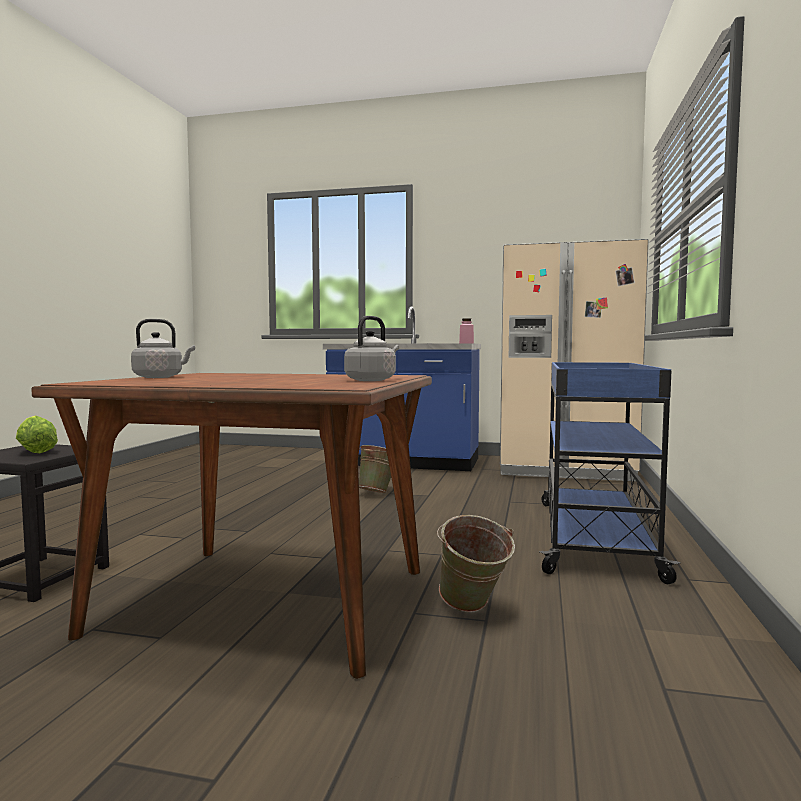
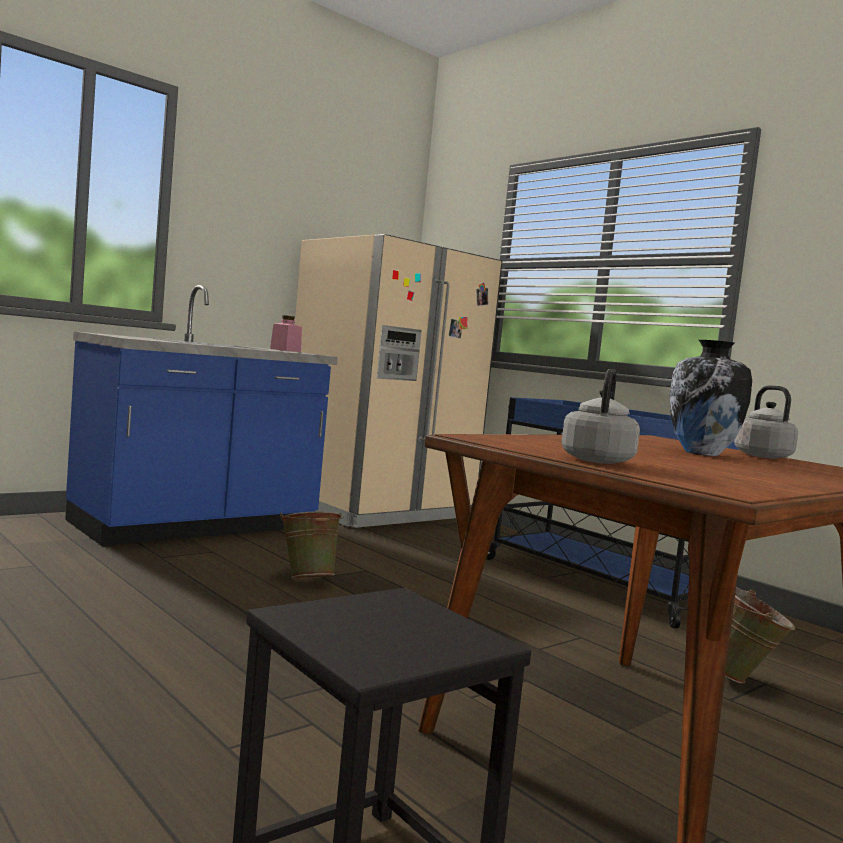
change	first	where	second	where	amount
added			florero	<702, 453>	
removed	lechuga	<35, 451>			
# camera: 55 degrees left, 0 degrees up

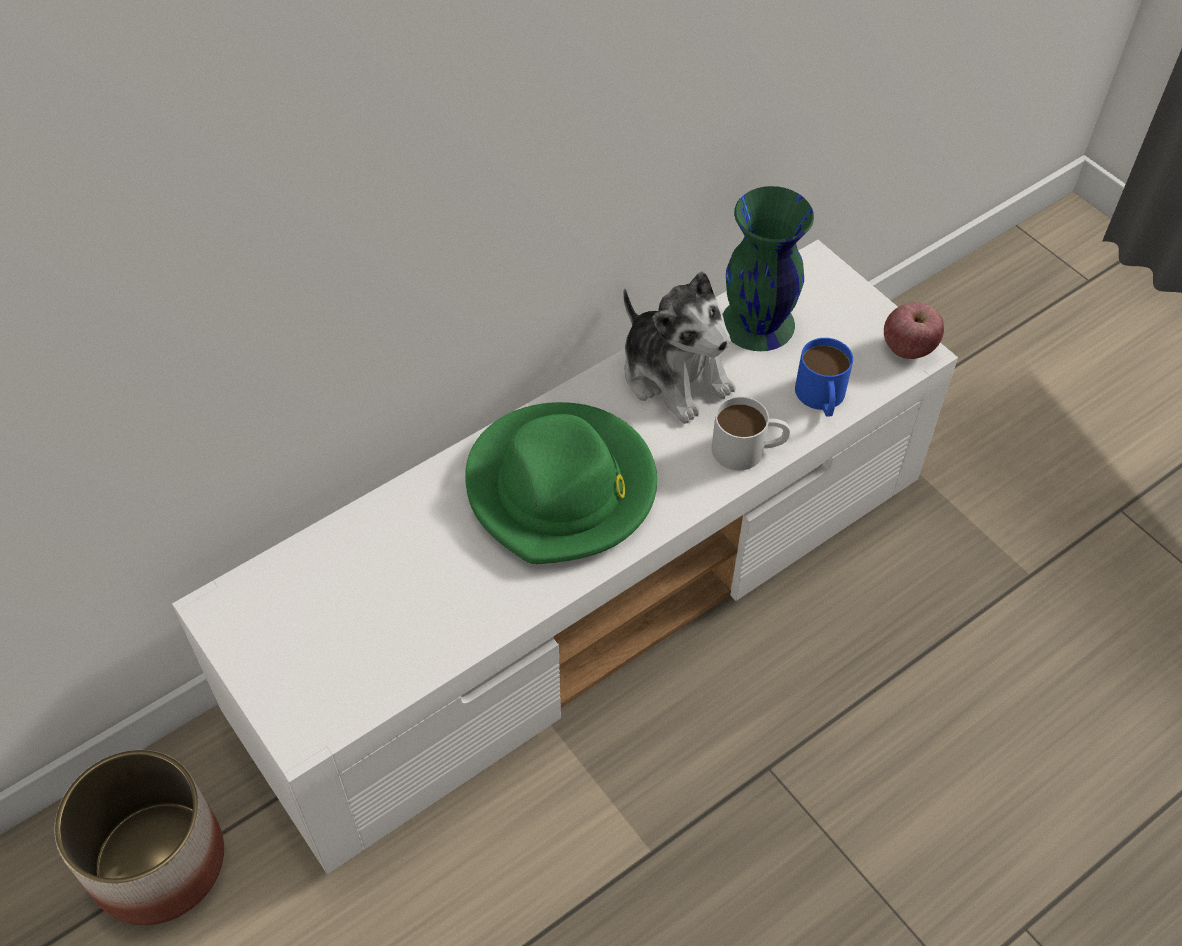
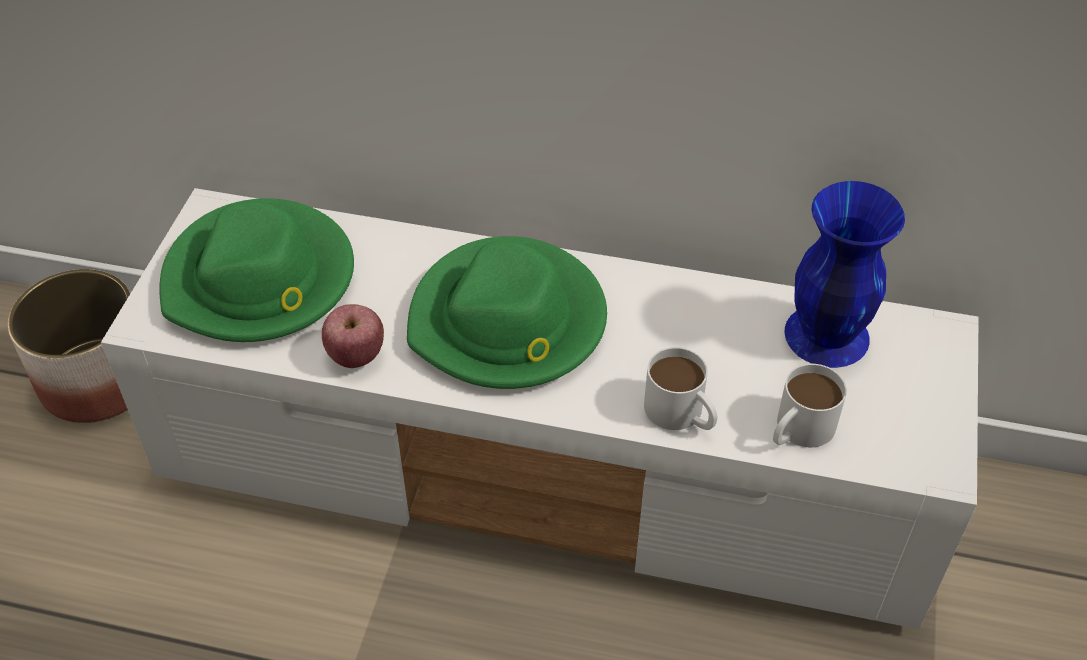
change	first	where	second	where	amount
added			sombrero [verde]	<260, 279>	
moved	manzana	<908, 348>		<356, 355>	
recoloured	taza grande [azul]	<821, 398>	taza grande [blanco]	<798, 430>	
recoloured	florero [verde]	<756, 324>	florero [azul]	<825, 334>	
removed	peluche	<674, 375>			
# camera: 50 degrees right, 5 degrees down

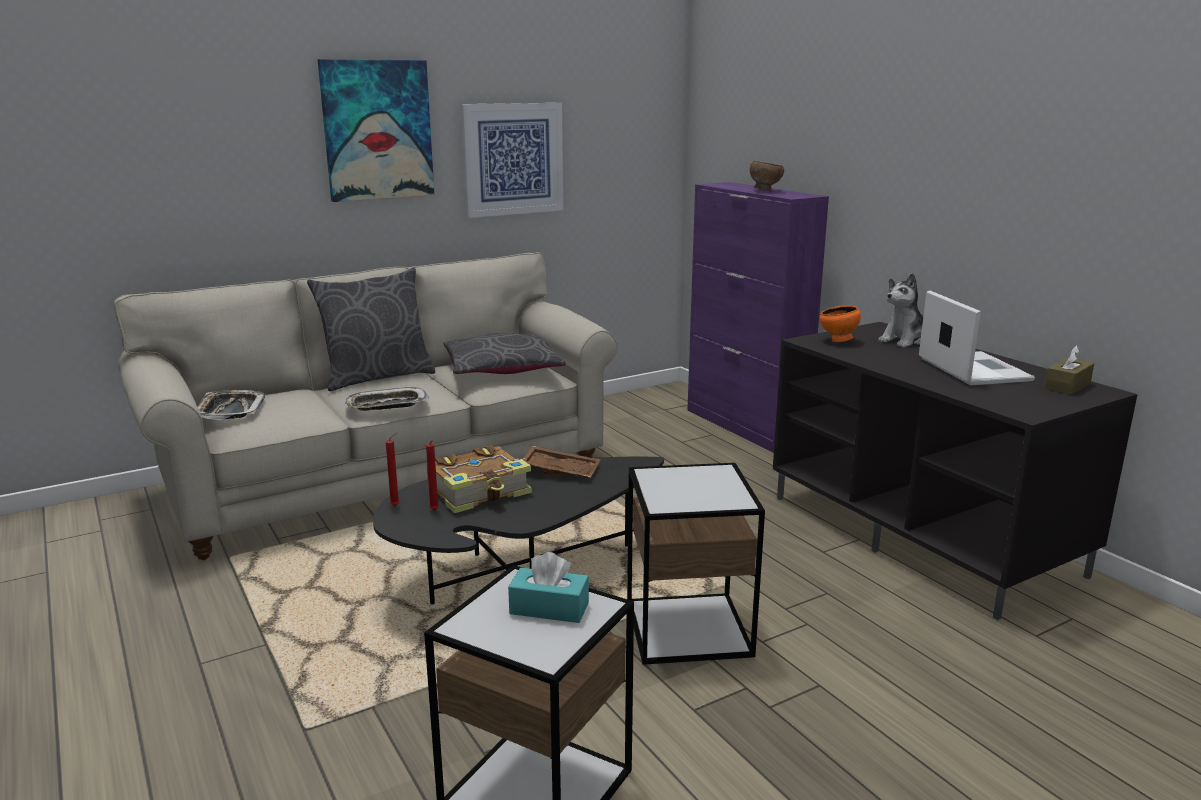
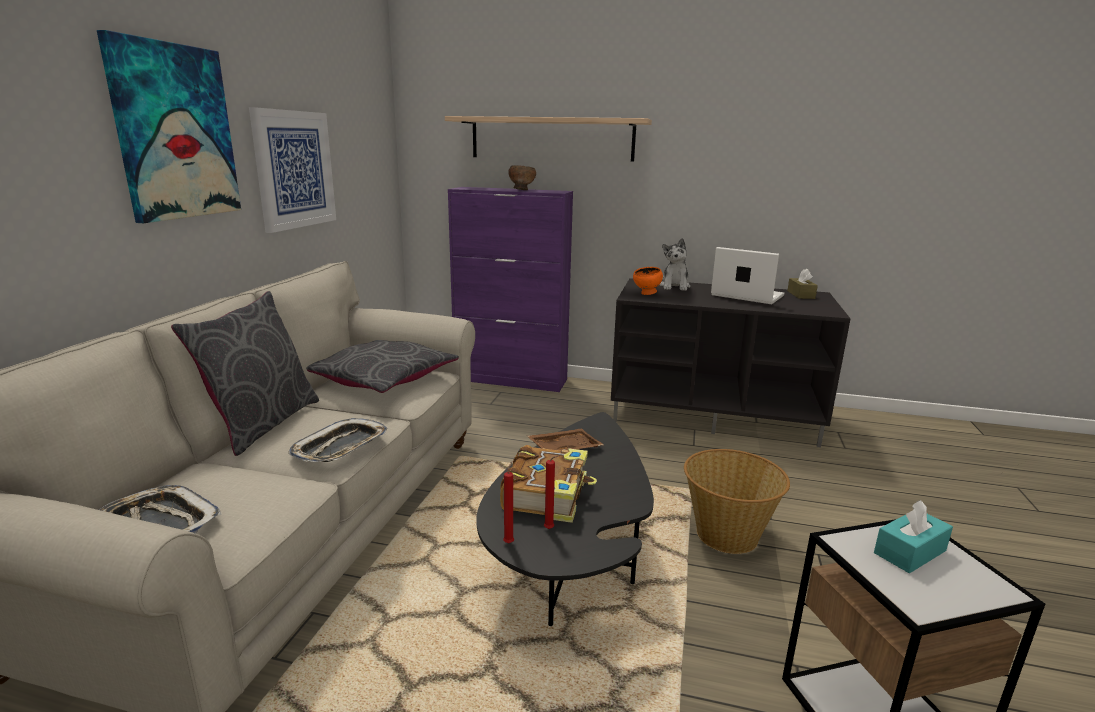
change	first	where	second	where	amount
added			estante	<551, 139>	
replaced	mesa auxiliar	<688, 628>	cesta	<727, 534>	
# camera: 45 degrees left, 0 degrees up

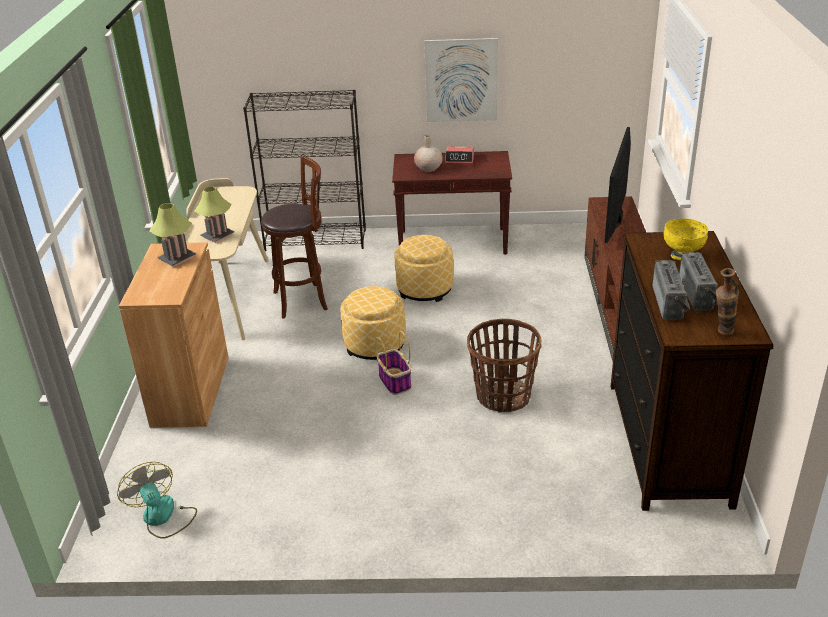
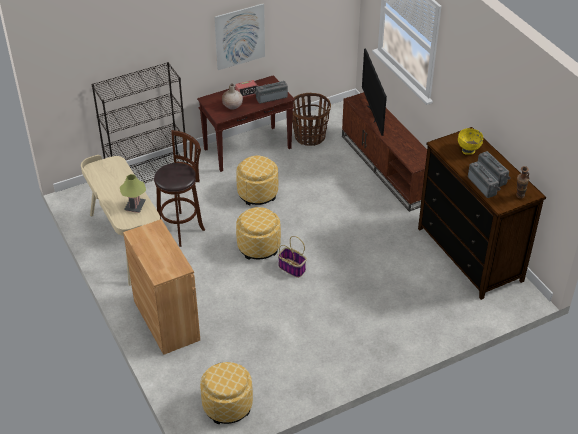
change	first	where	second	where	amount
replaced	ventilador	<163, 517>	puf	<227, 405>	
added			radio	<271, 97>	
moved	cesta	<502, 396>		<309, 137>	
removed	lámpara de mesa	<177, 259>			
# camera: 30 degrees left, 10 degrees up

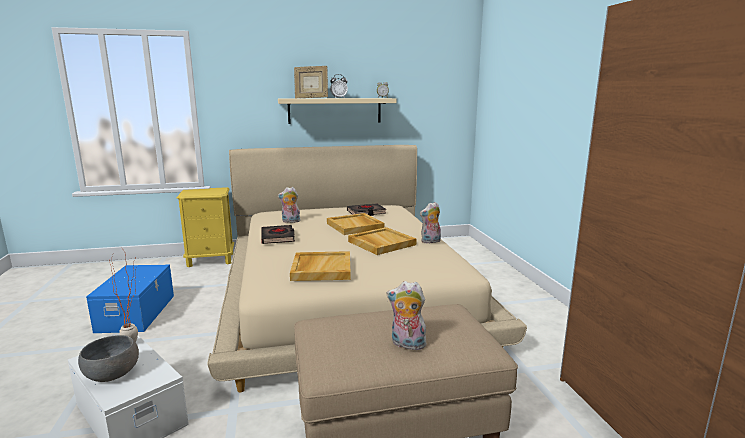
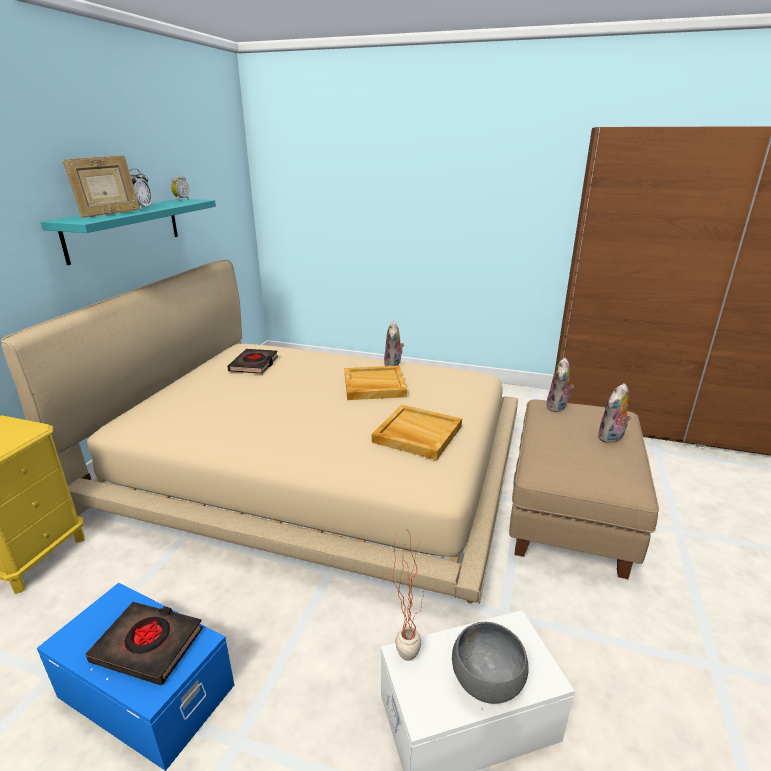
change	first	where	second	where	amount
recoloured	estante [beis]	<335, 110>	estante [turquesa]	<124, 229>	
moved	libro [negro]	<278, 237>		<148, 645>	
moved	peluche	<290, 221>		<558, 407>	
removed	bandeja [beis]	<355, 226>			
# camera: 60 degrees left, 10 degrees up

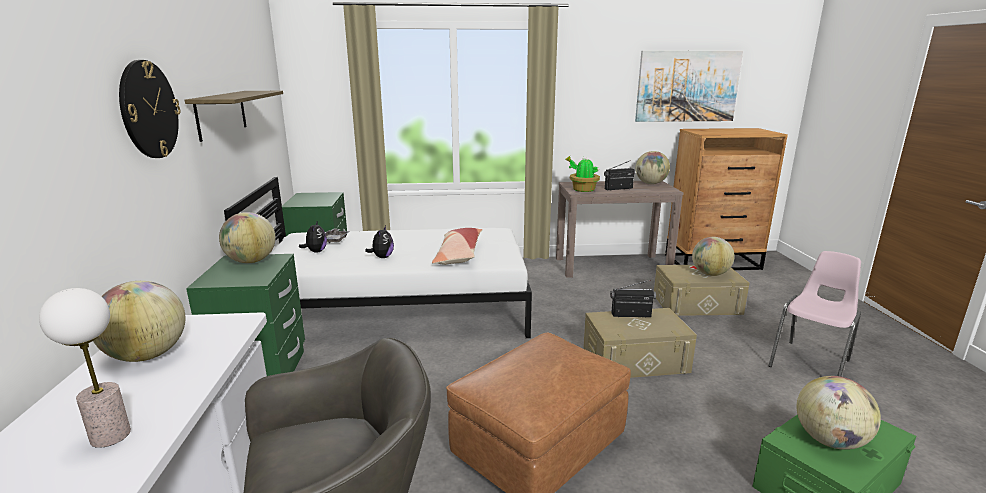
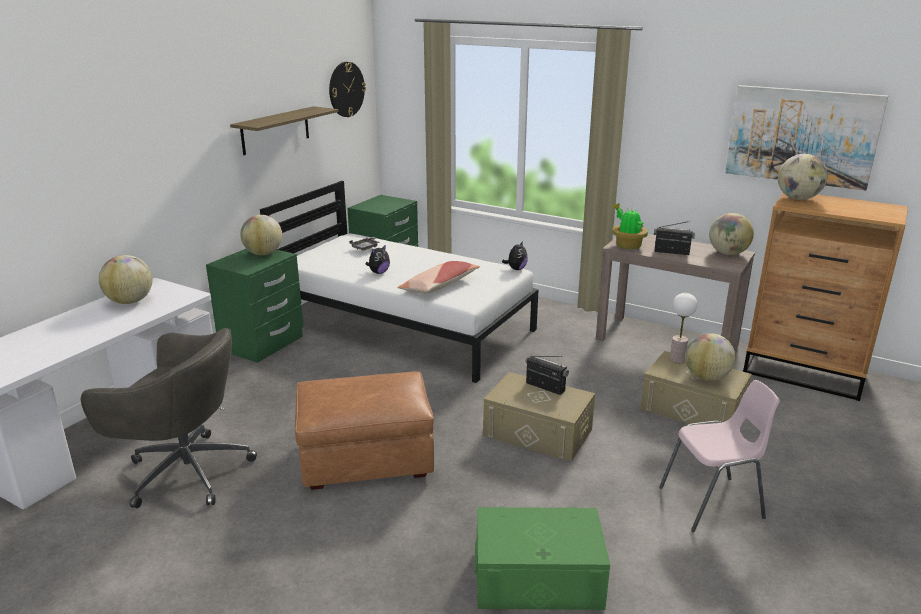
change	first	where	second	where	amount
moved	reloj de pared	<149, 110>		<346, 89>	
moved	peluche	<316, 251>		<516, 269>	
moved	lámpara de mesa	<111, 436>		<677, 359>	
moved	globo terráqueo	<830, 440>		<798, 199>	
# camera: 35 degrees right, 5 degrees up

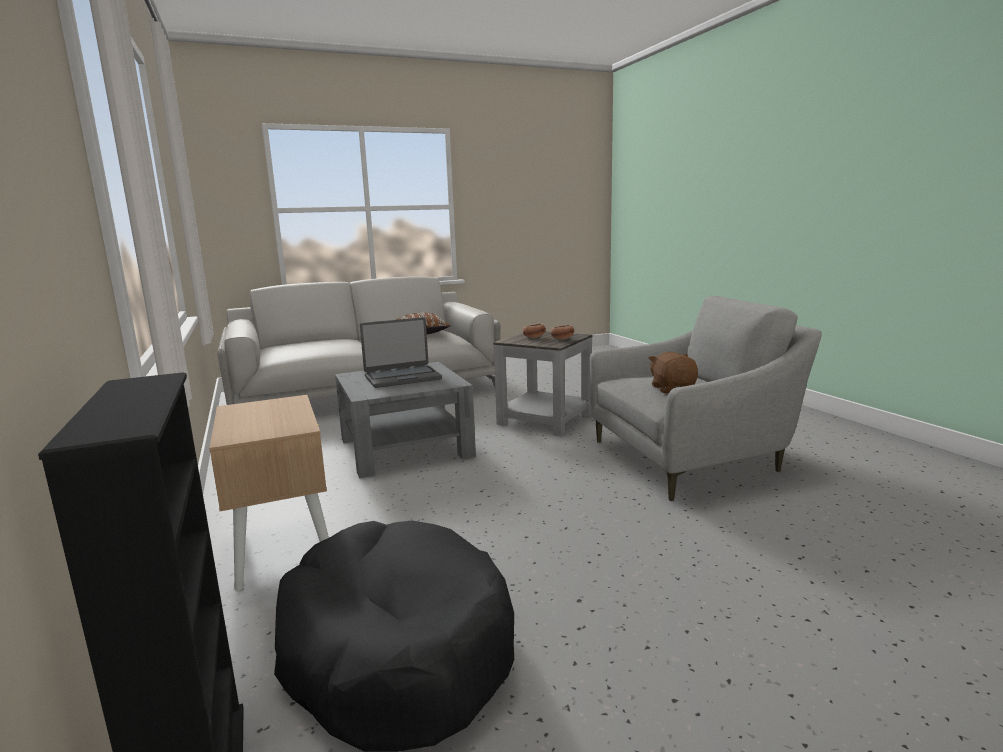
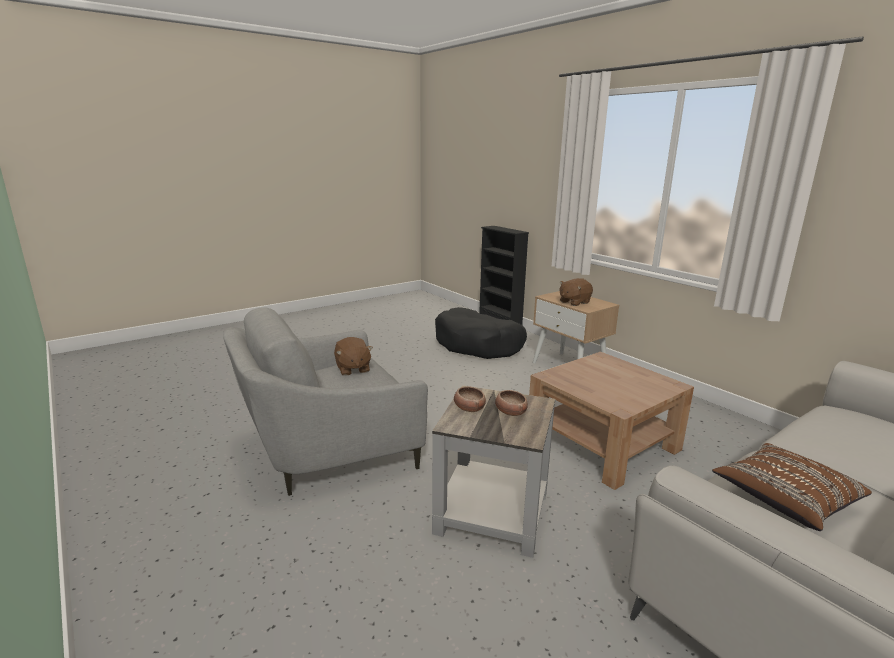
change	first	where	second	where	amount
recoloured	mesa de centro [gris]	<405, 447>	mesa de centro [marrón]	<602, 443>	
added			peluche [marrón]	<574, 302>	
removed	portátil	<402, 377>			
# camera: 165 degrees right, 5 degrees up

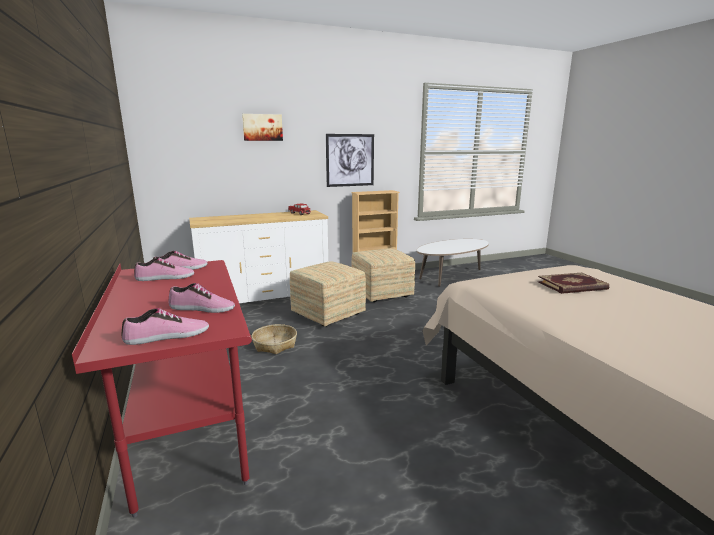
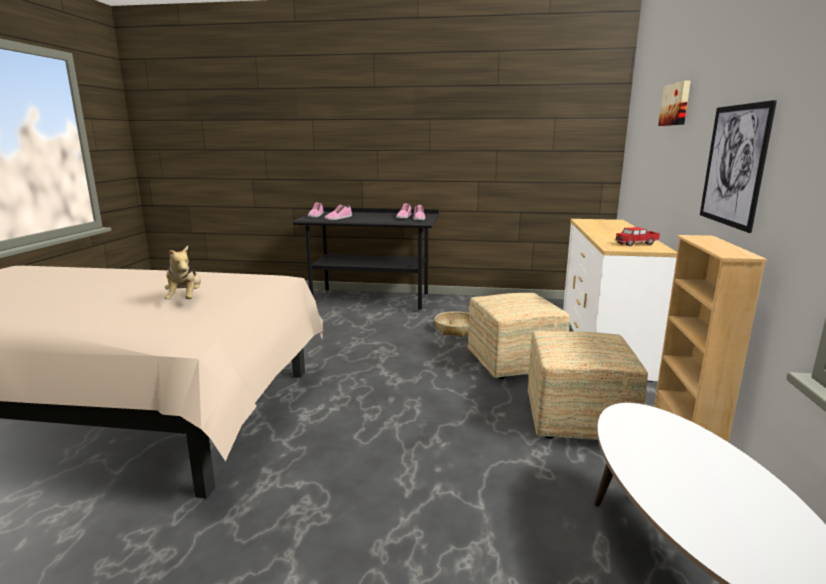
change	first	where	second	where	amount
replaced	libro	<572, 286>	peluche	<185, 299>	
recoloured	escritorio [rojo]	<190, 430>	escritorio [negro]	<371, 301>	
# camera: 120 degrees right, 0 degrees up

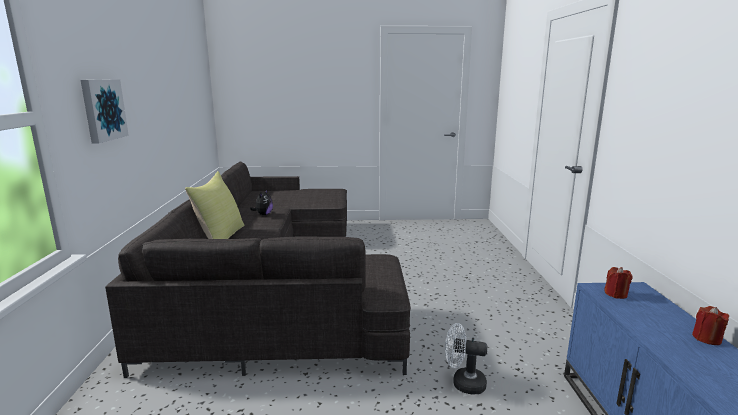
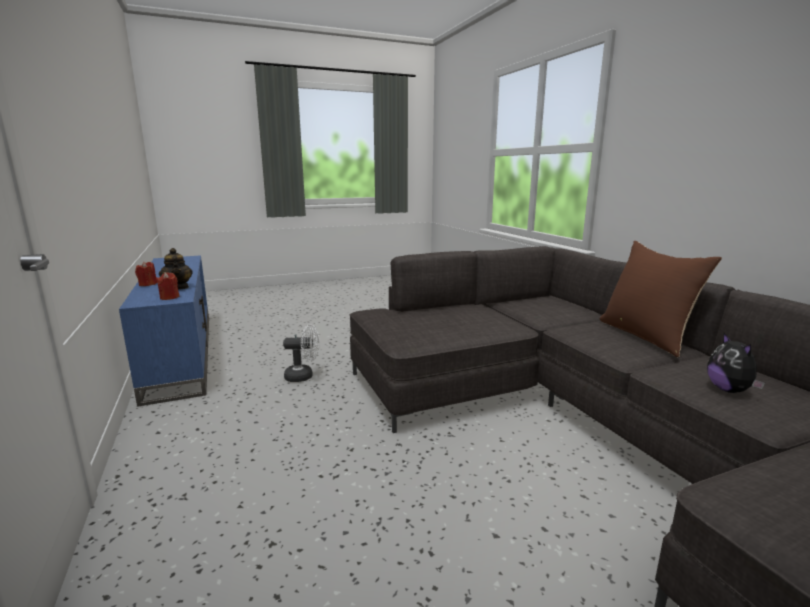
change	first	where	second	where	amount
added			tetera	<178, 287>	
recoloured	cojín [amarillo]	<221, 237>	cojín [marrón]	<646, 336>	
removed	cuadro	<102, 110>			
# camera: 160 degrees right, 0 degrees up

